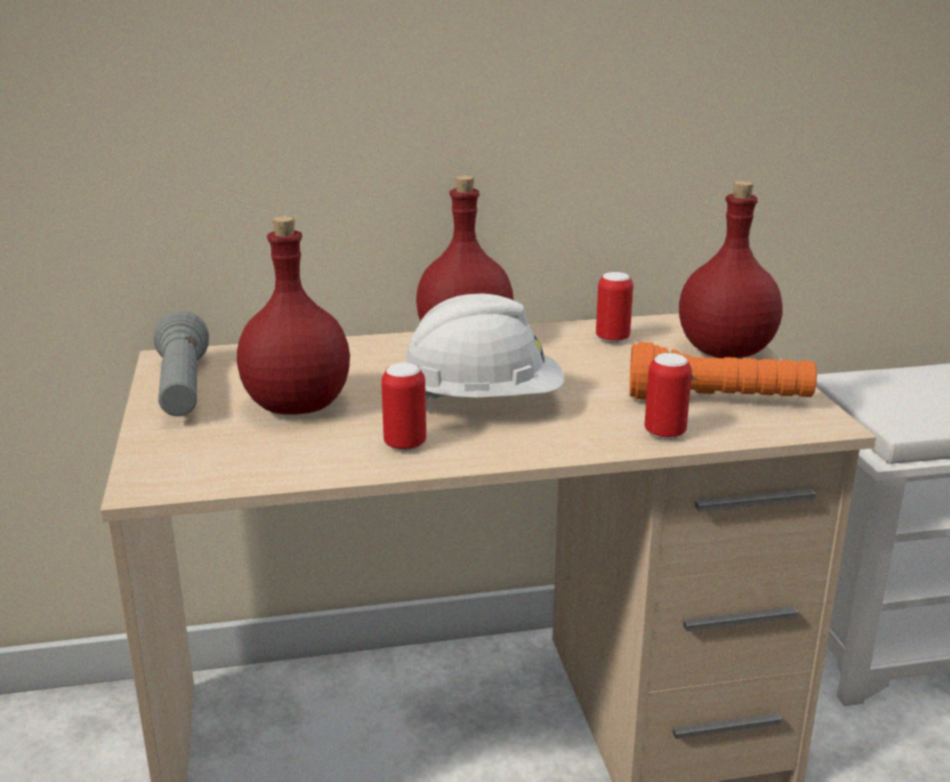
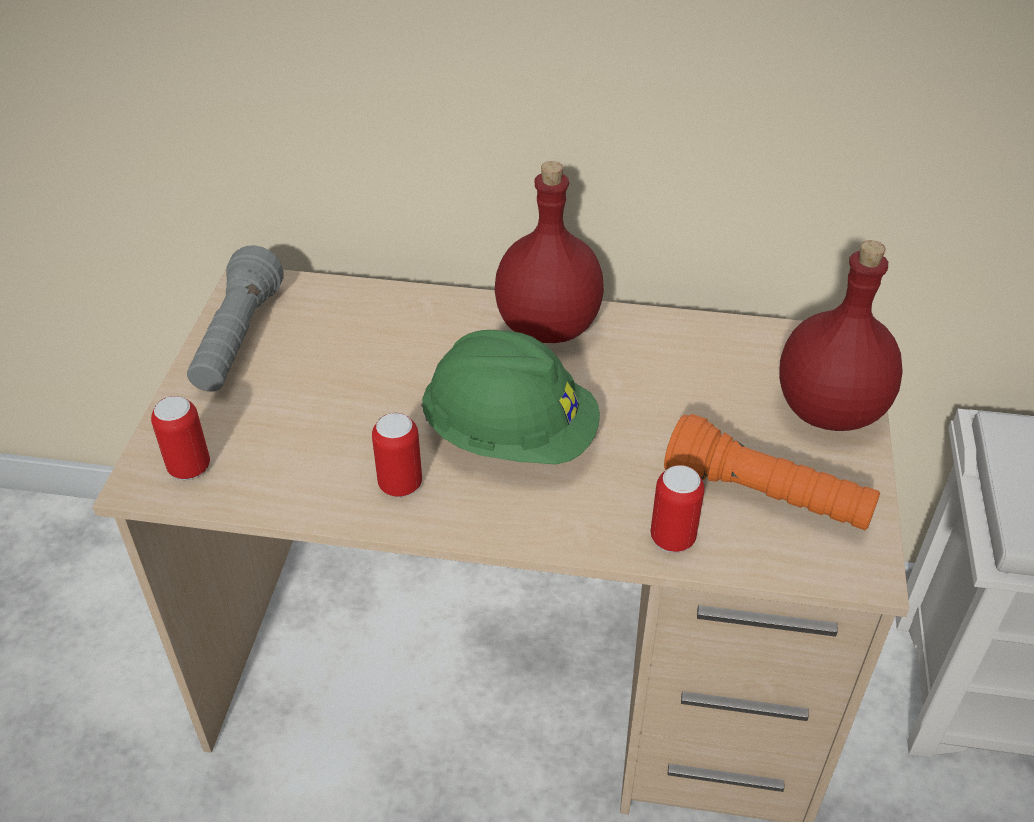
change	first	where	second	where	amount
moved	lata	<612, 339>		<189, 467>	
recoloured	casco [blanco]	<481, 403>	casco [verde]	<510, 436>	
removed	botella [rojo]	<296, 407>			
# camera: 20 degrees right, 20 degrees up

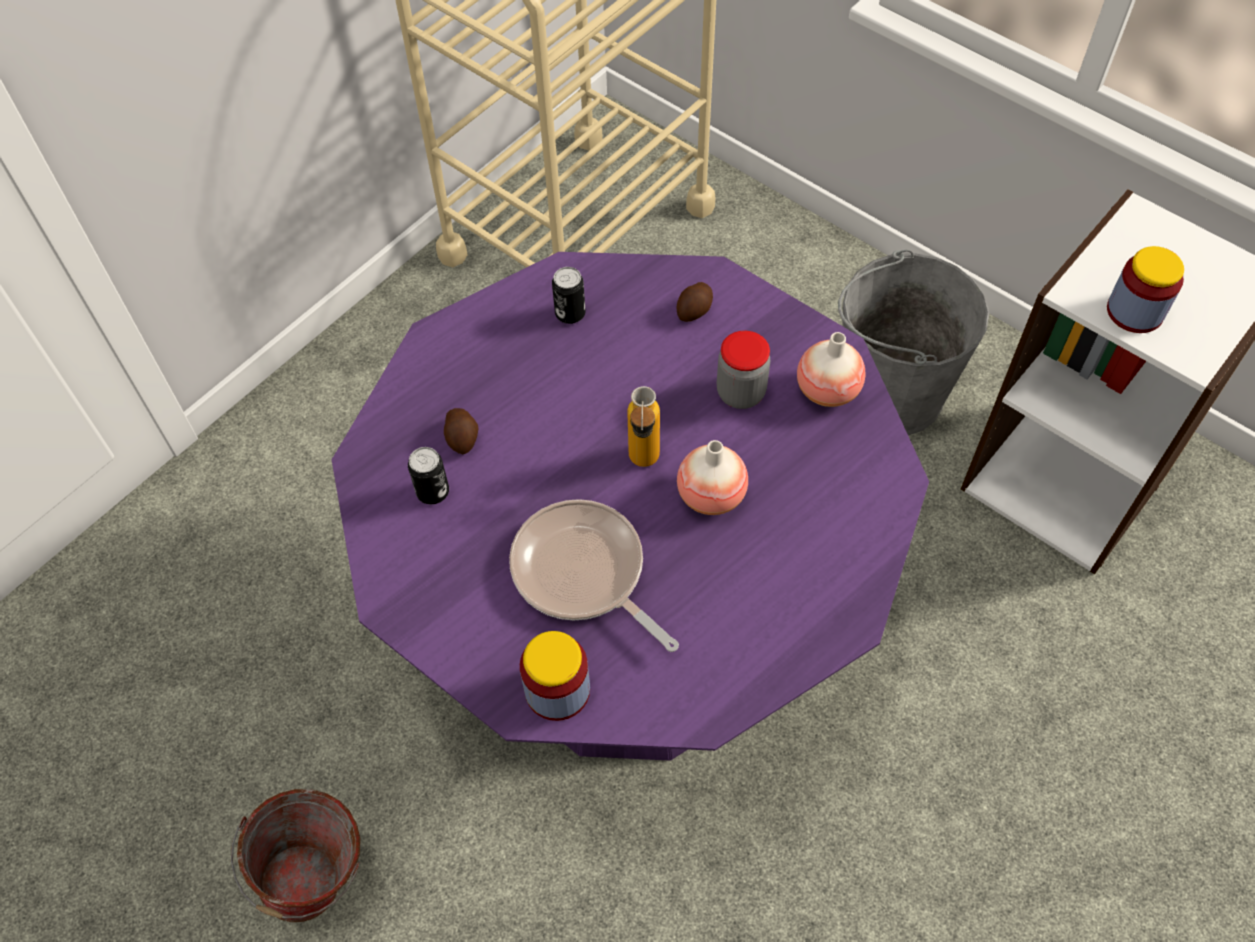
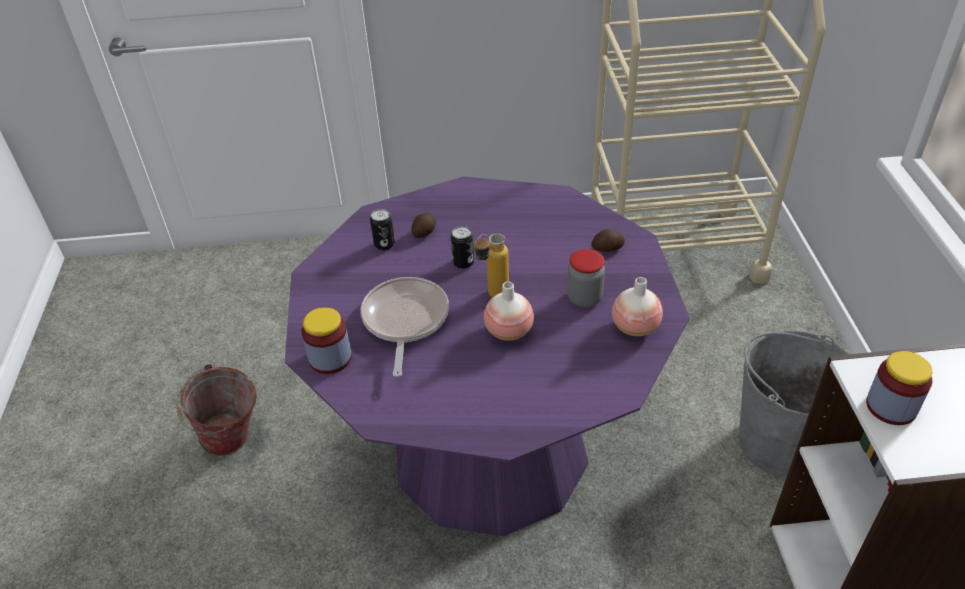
change	first	where	second	where	amount
moved	lata	<570, 313>		<463, 262>	
# camera: 45 degrees right, 15 degrees down

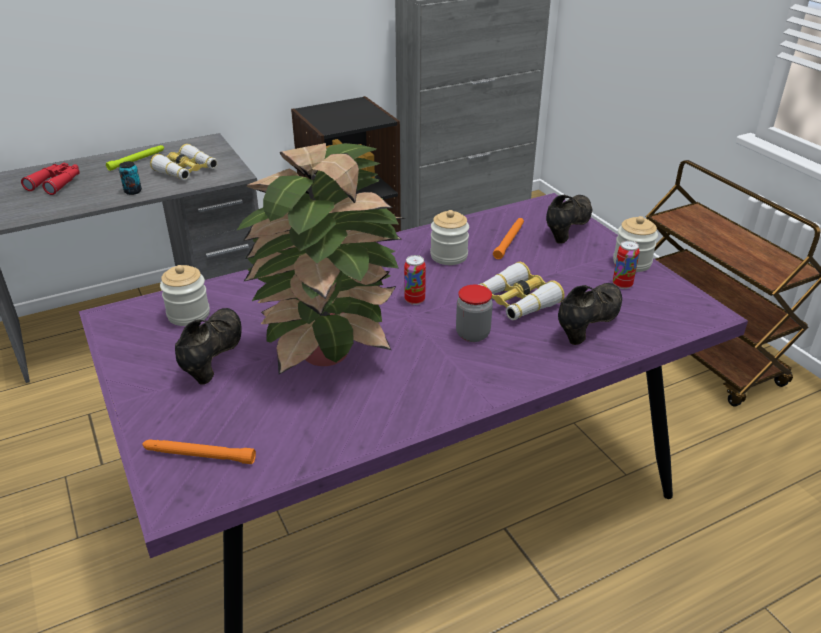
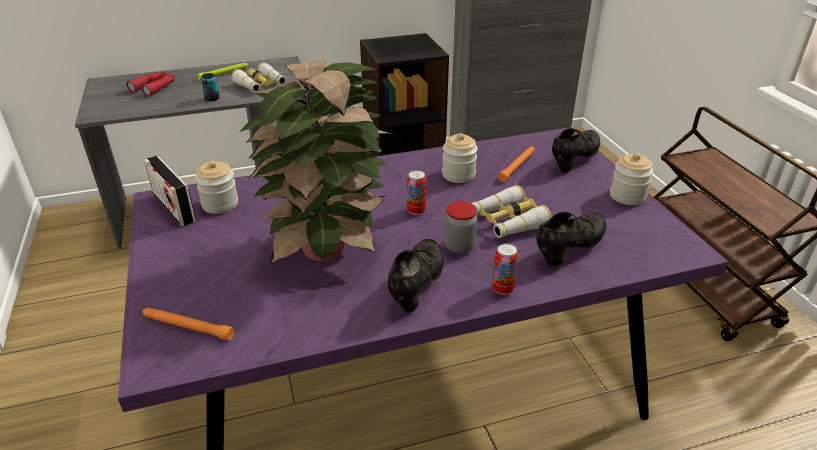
change	first	where	second	where	amount
added			radio	<174, 208>	
moved	zapato [negro]	<214, 358>		<416, 286>	
moved	lata	<622, 285>		<502, 289>	
# camera: 10 degrees right, 0 degrees up

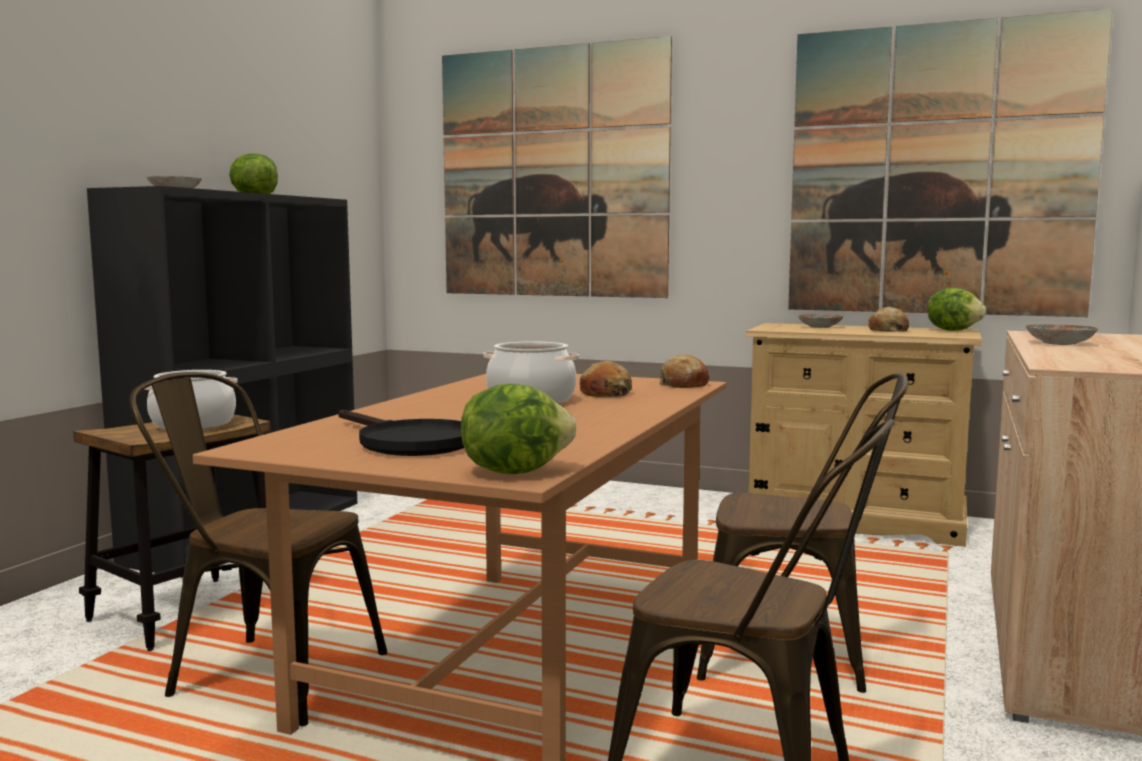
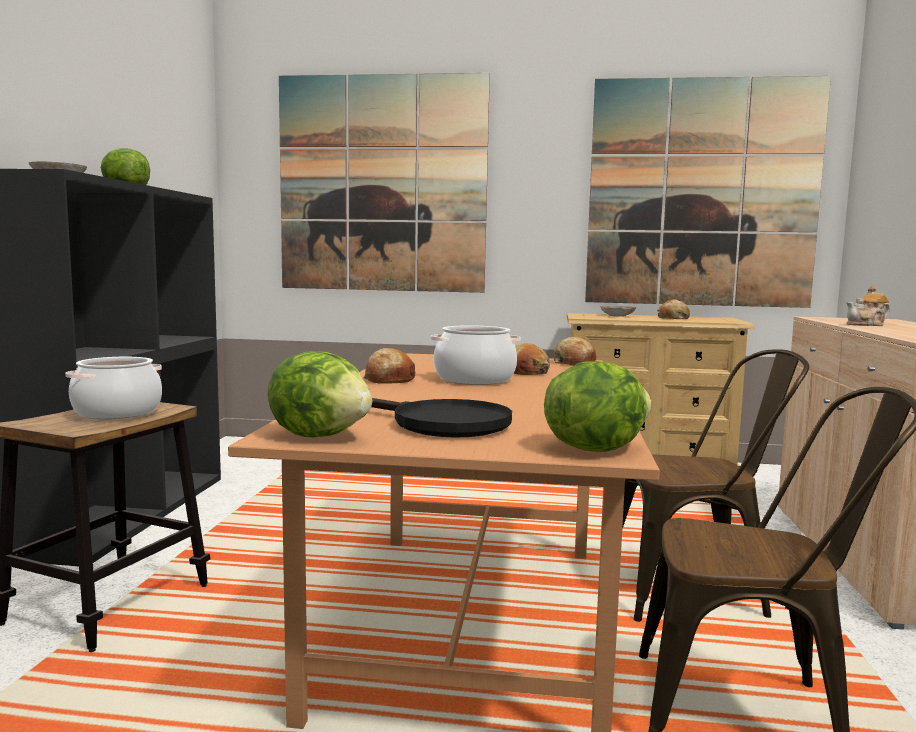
change	first	where	second	where	amount
moved	lechuga	<954, 330>		<321, 435>	
added			pan	<389, 379>	
replaced	plato	<1061, 343>	tetera	<867, 325>	
removed	silla [marrón]	<263, 674>			
# camera: 15 degrees left, 0 degrees up

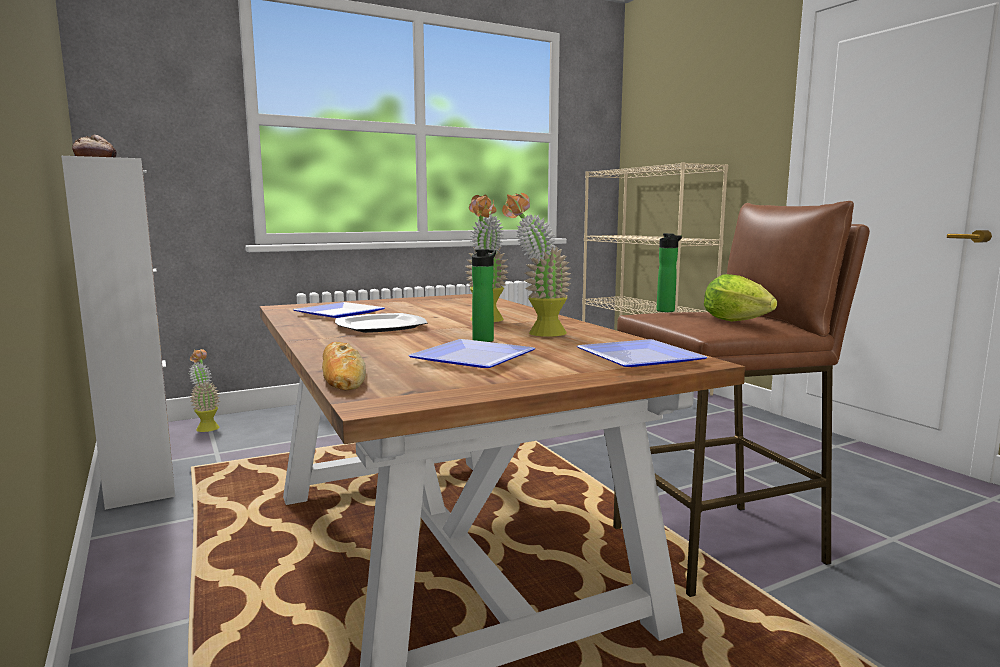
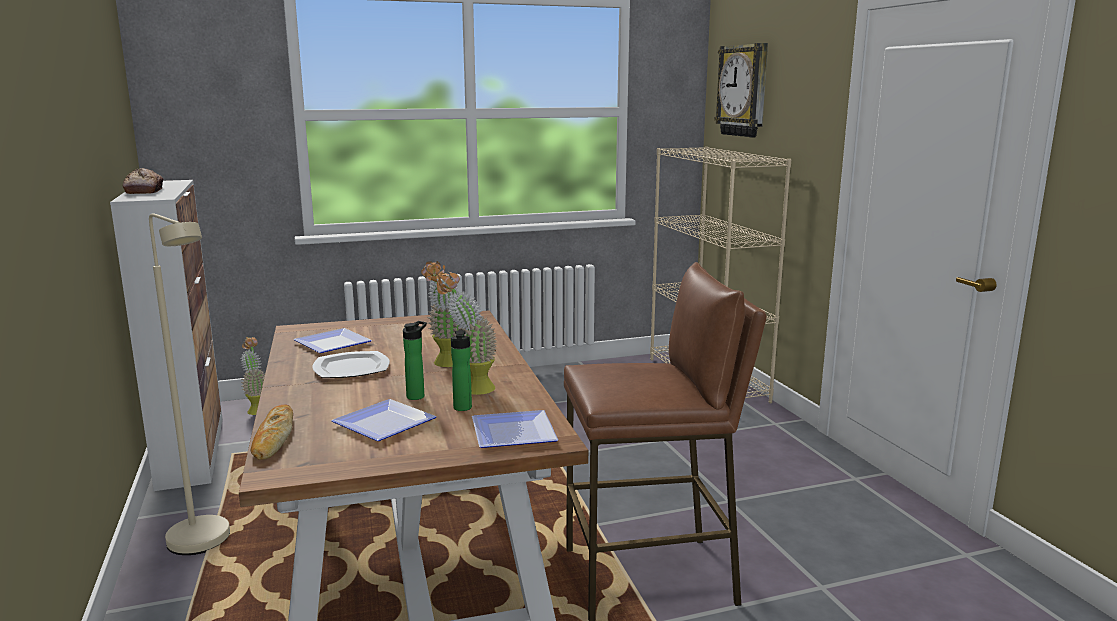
change	first	where	second	where	amount
added			lámpara de pie [beis]	<205, 546>	
moved	botella	<666, 311>		<462, 409>	
added			reloj de pared	<744, 91>	
removed	lechuga	<739, 322>			
# camera: 10 degrees right, 5 degrees up

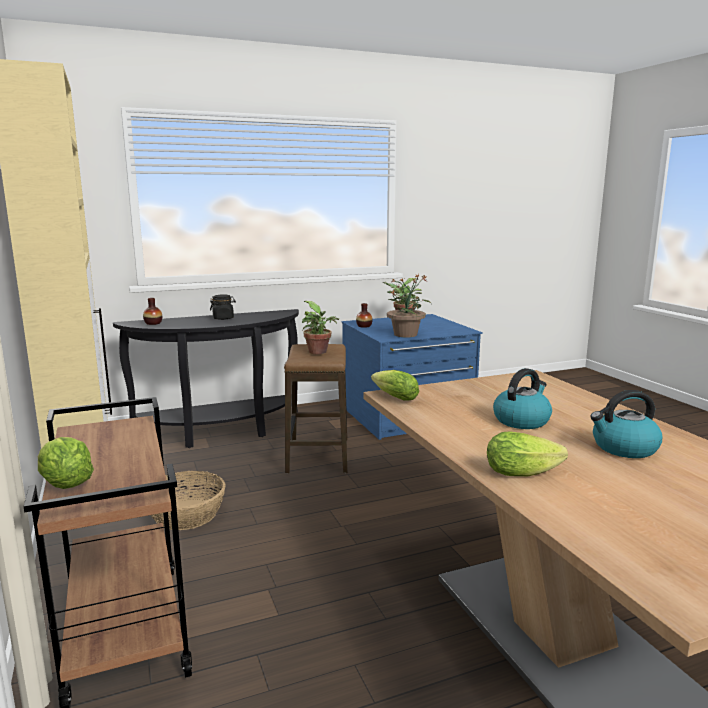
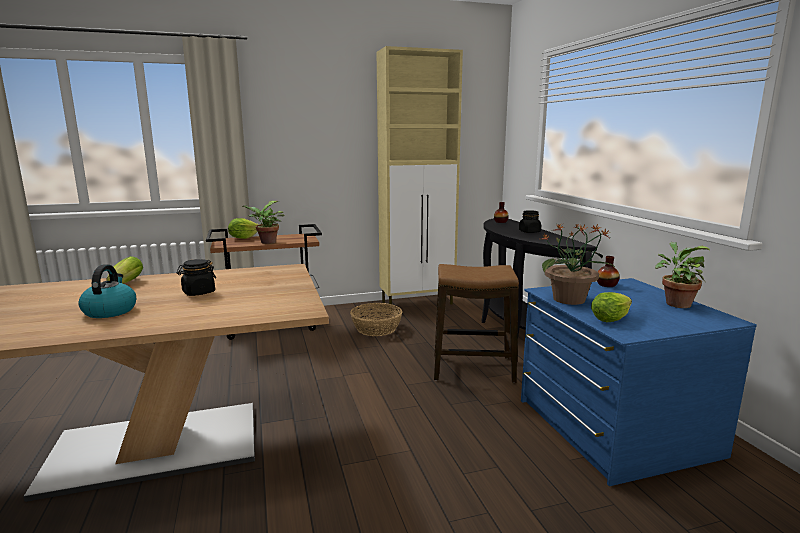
change	first	where	second	where	amount
replaced	hervidor	<521, 420>	tarro [negro]	<198, 292>	
moved	planta en maceta	<319, 352>		<266, 242>	
moved	lechuga	<392, 397>		<612, 318>	
# camera: 95 degrees right, 0 degrees up

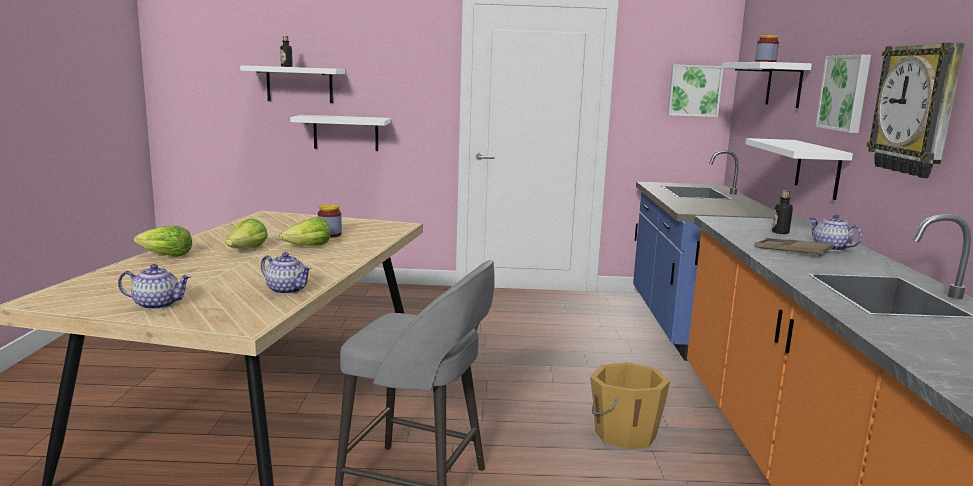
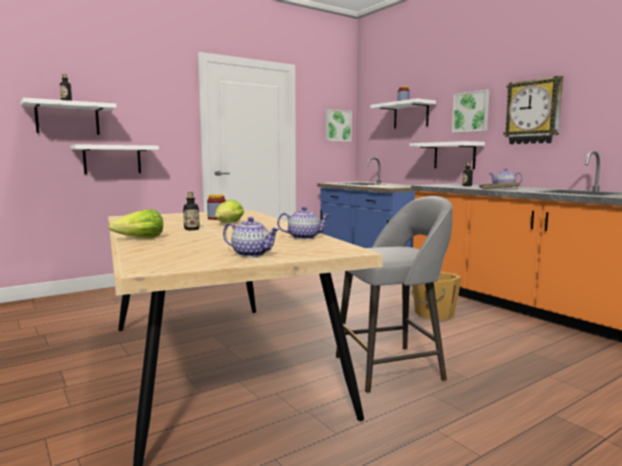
change	first	where	second	where	amount
replaced	lechuga	<247, 250>	botella	<191, 229>	
turned	tetera	<157, 305>		<252, 254>	60 degrees clockwise
# camera: 35 degrees left, 5 degrees down

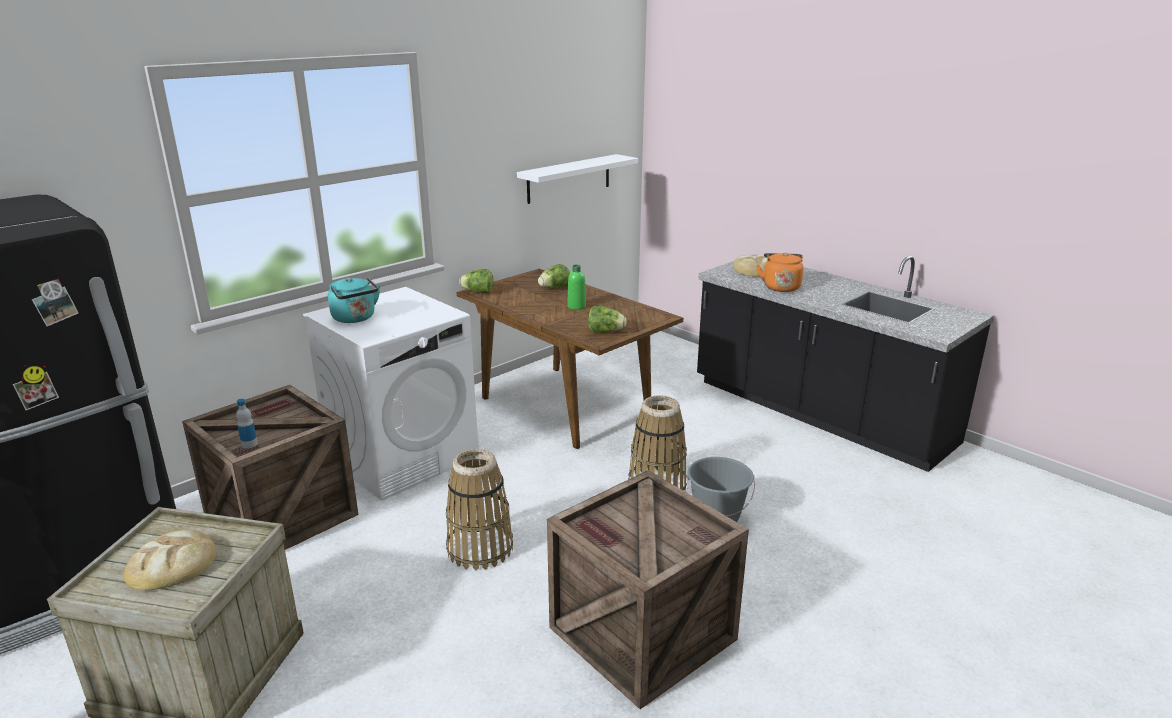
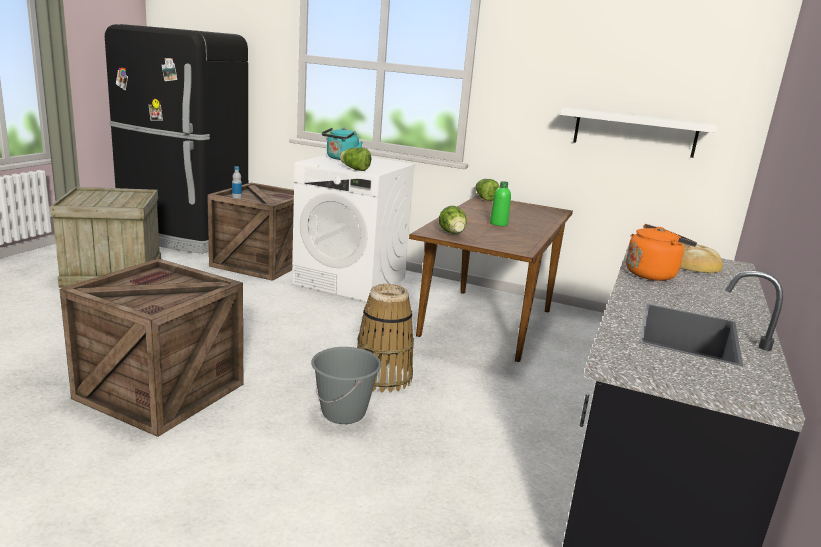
change	first	where	second	where	amount
moved	lechuga	<554, 288>		<355, 169>	
removed	pan	<172, 564>			
removed	cesta	<480, 548>			
# camera: 65 degrees right, 5 degrees down

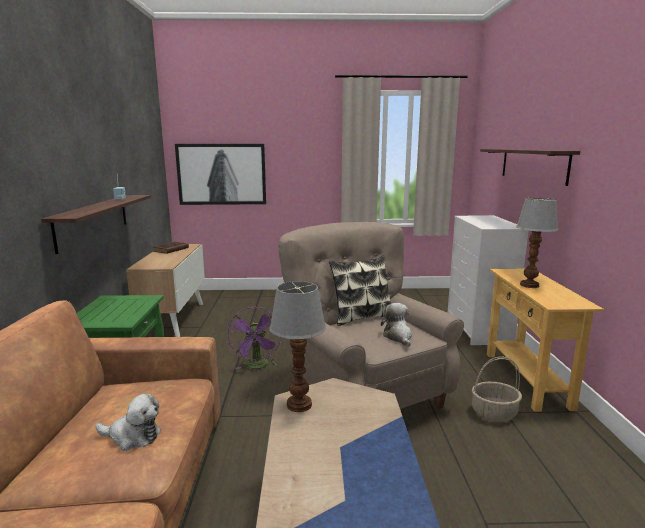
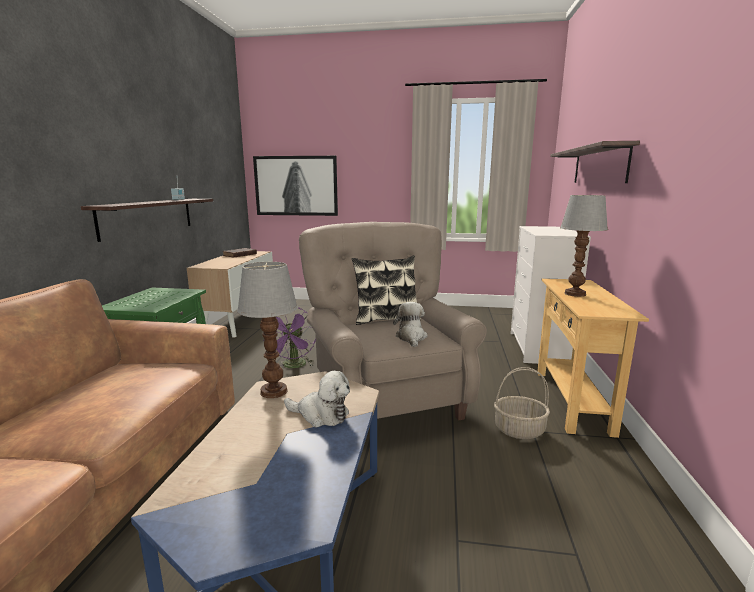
change	first	where	second	where	amount
moved	peluche	<133, 436>		<321, 415>	
# camera: 10 degrees right, 0 degrees up

